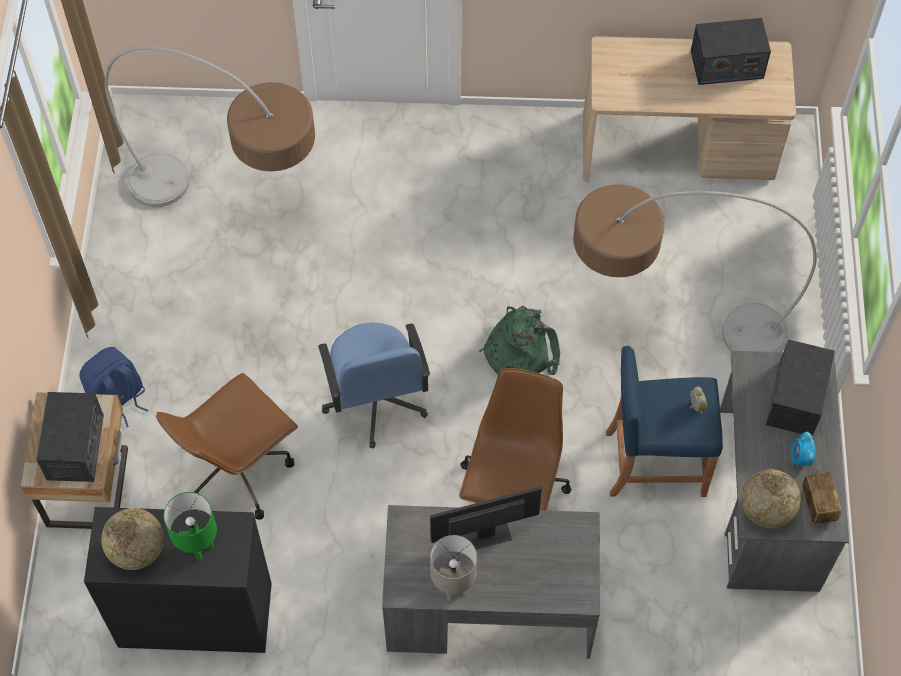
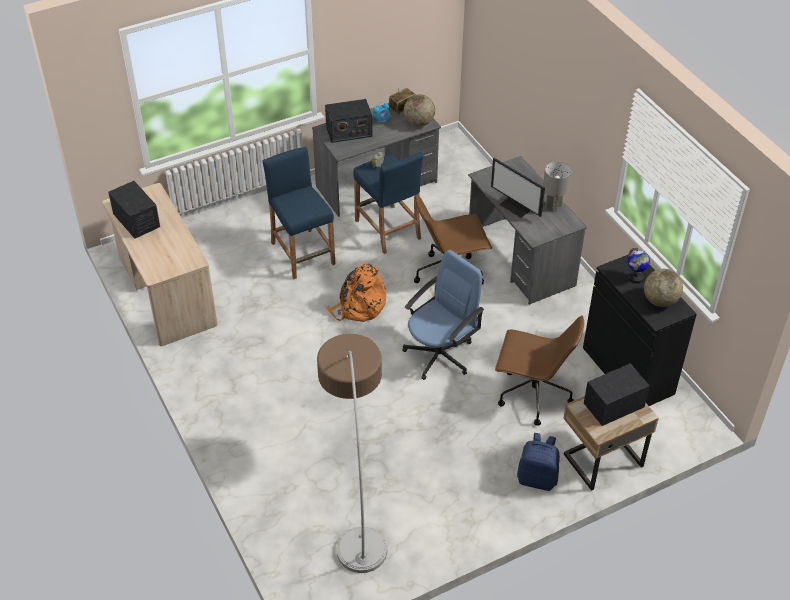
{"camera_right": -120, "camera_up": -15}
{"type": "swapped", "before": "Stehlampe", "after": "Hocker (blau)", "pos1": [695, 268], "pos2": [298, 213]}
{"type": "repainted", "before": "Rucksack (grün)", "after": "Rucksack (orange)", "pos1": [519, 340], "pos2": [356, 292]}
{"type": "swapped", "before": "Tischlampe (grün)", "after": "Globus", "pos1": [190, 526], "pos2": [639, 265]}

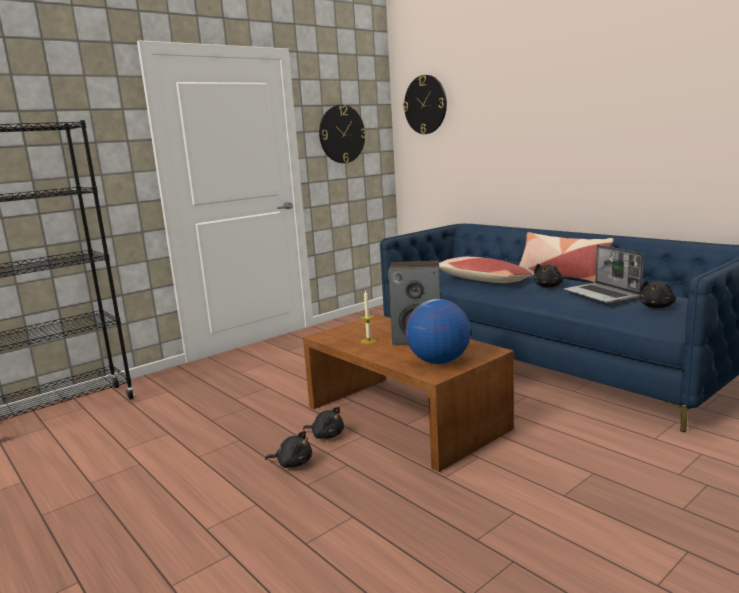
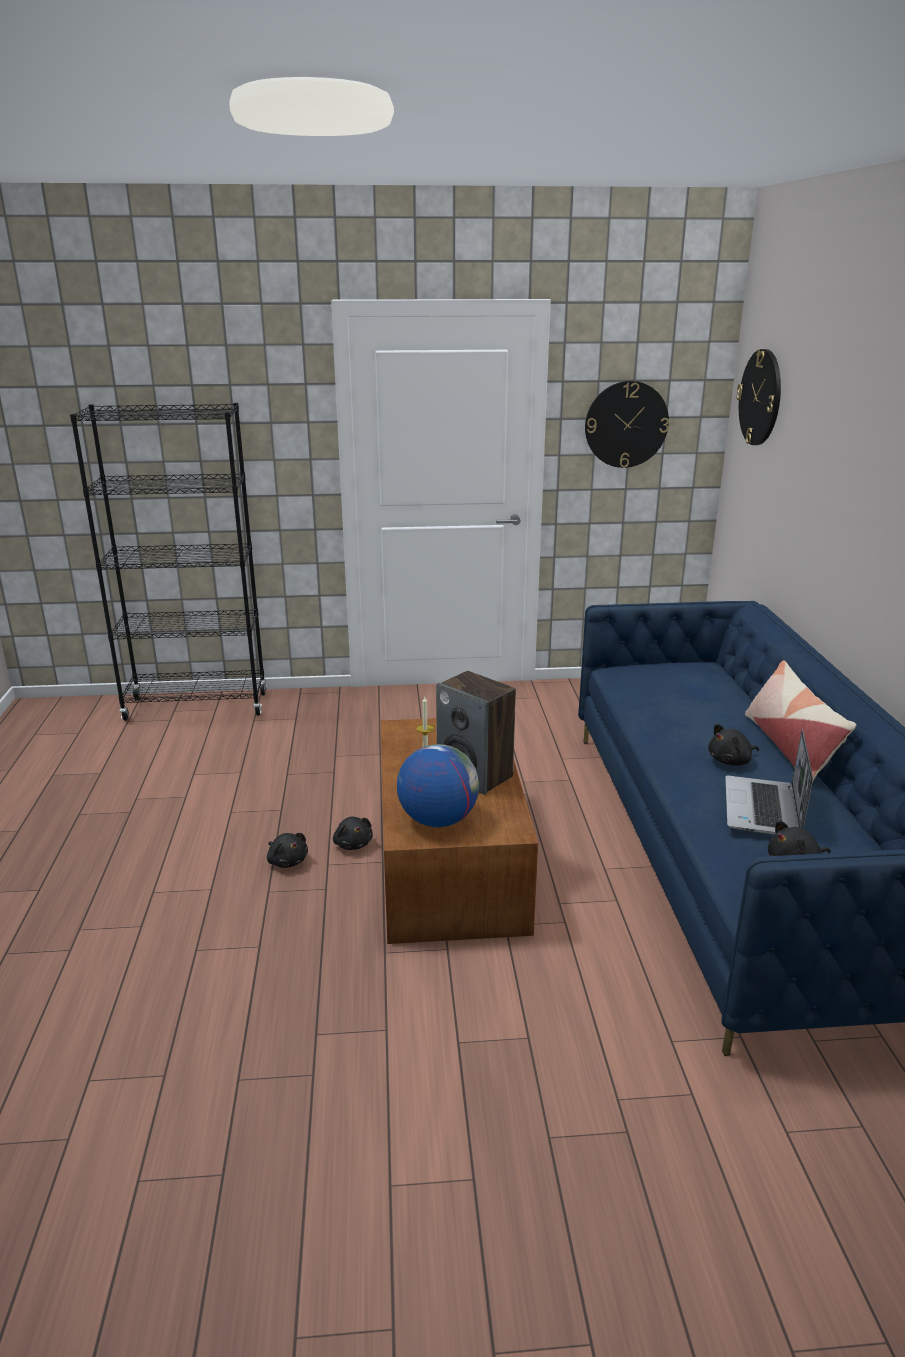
{"camera_right": 35, "camera_up": 10}
{"type": "gone", "before": "Kissen", "pos1": [486, 270]}

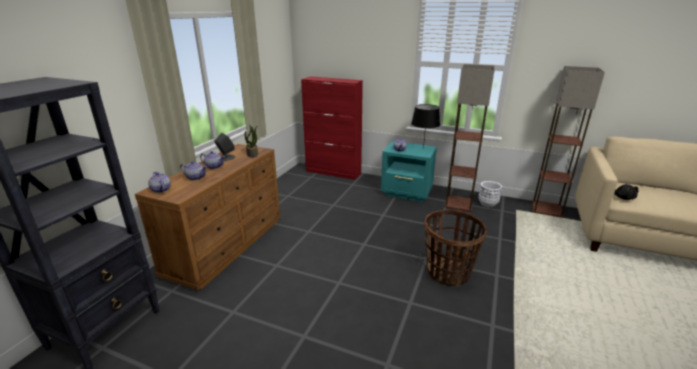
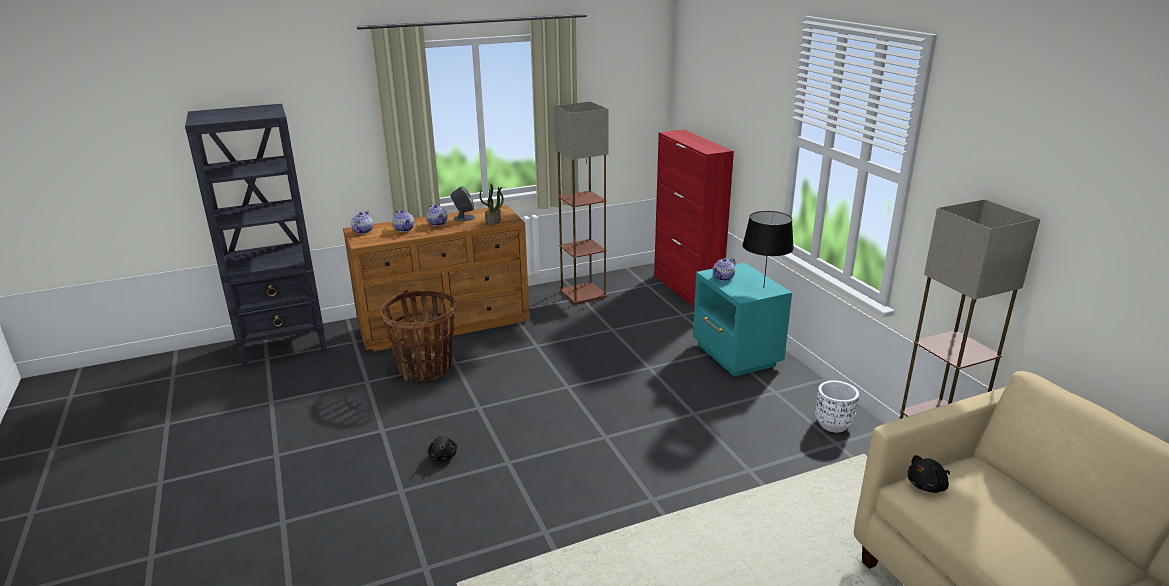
{"camera_right": 45, "camera_up": 0}
{"type": "shifted", "before": "Stehlampe", "pos1": [469, 138], "pos2": [581, 203]}
{"type": "shifted", "before": "Korb", "pos1": [455, 248], "pos2": [418, 335]}
{"type": "new", "after": "Plüschtier (schwarz)", "pos2": [442, 448]}

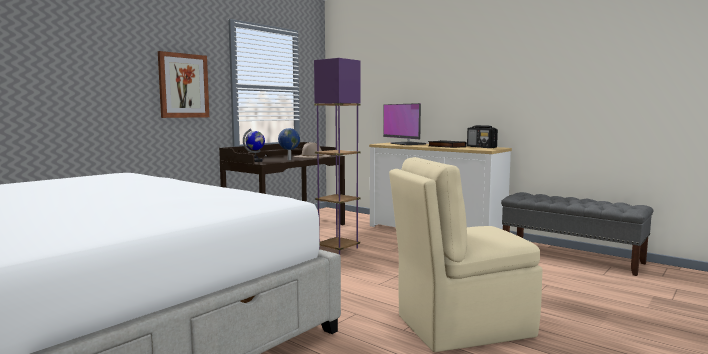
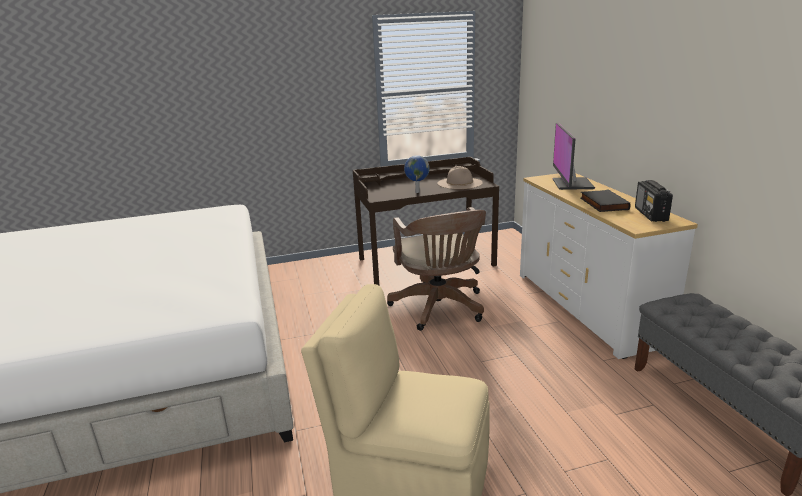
{"camera_right": 35, "camera_up": 15}
{"type": "gone", "before": "Bild", "pos1": [183, 84]}
{"type": "swapped", "before": "Stehlampe (lila)", "after": "Bürostuhl (braun)", "pos1": [337, 156], "pos2": [436, 269]}
{"type": "gone", "before": "Globus", "pos1": [254, 145]}

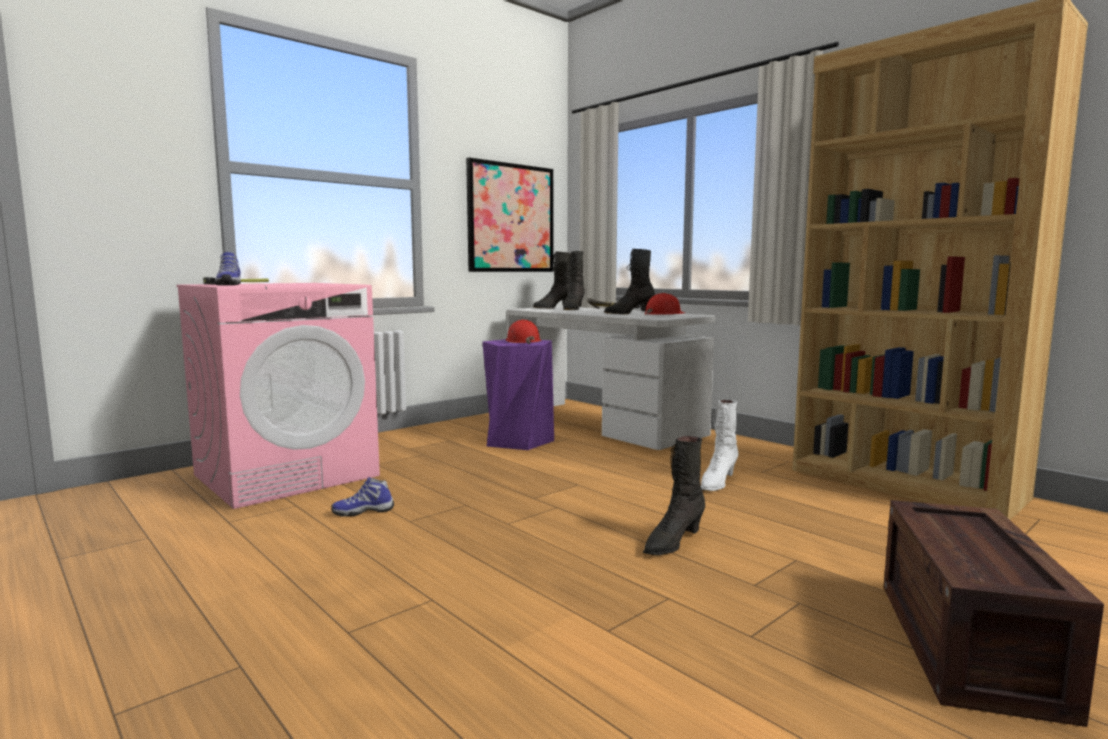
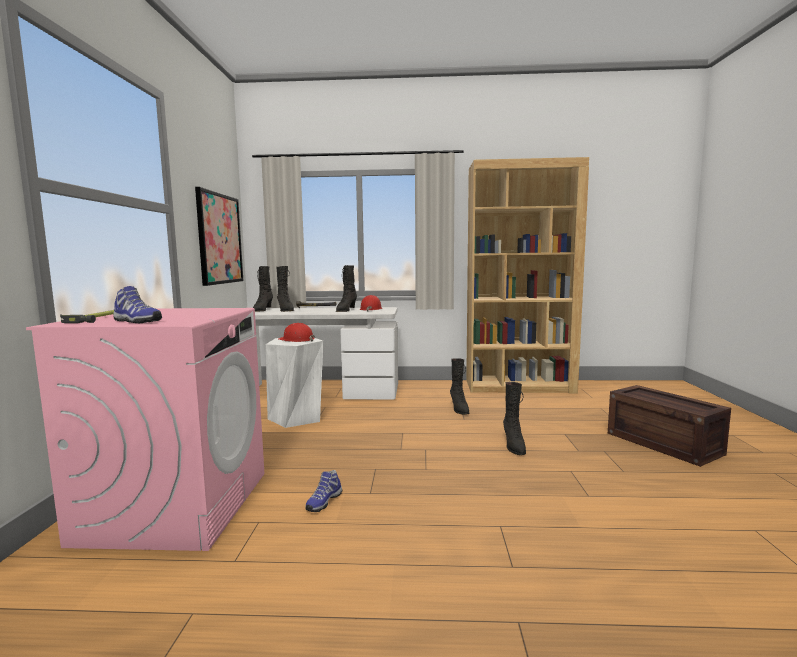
{"camera_right": -45, "camera_up": 0}
{"type": "repainted", "before": "Hocker (lila)", "after": "Hocker (weiß)", "pos1": [518, 394], "pos2": [294, 383]}
{"type": "repainted", "before": "Stiefel (weiß)", "after": "Stiefel (schwarz)", "pos1": [720, 445], "pos2": [459, 386]}

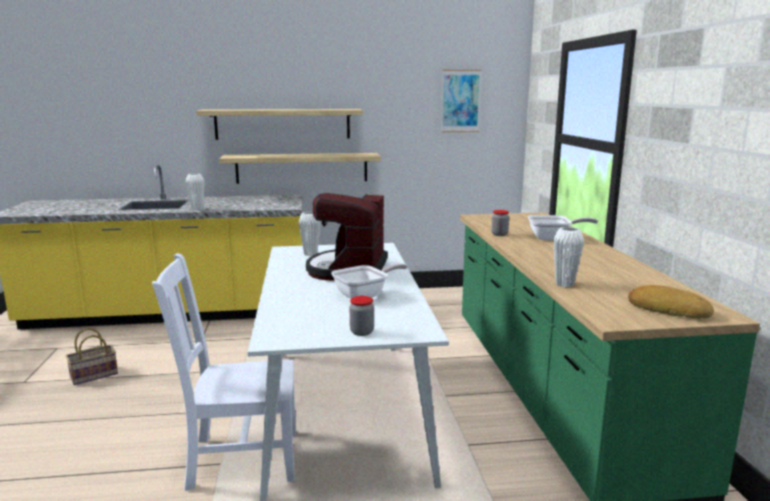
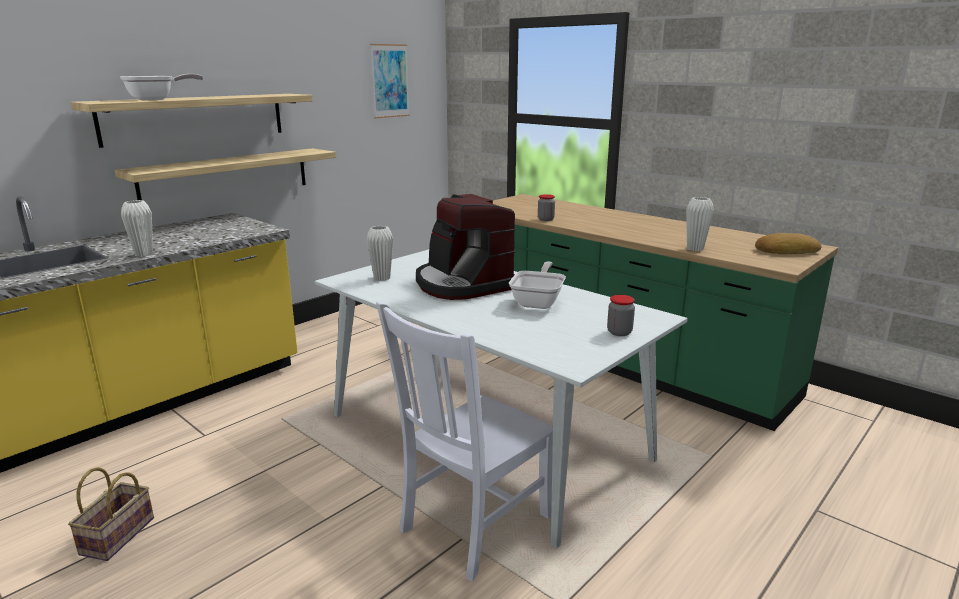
{"camera_right": -40, "camera_up": 5}
{"type": "shifted", "before": "Pfanne", "pos1": [563, 227], "pos2": [161, 87]}

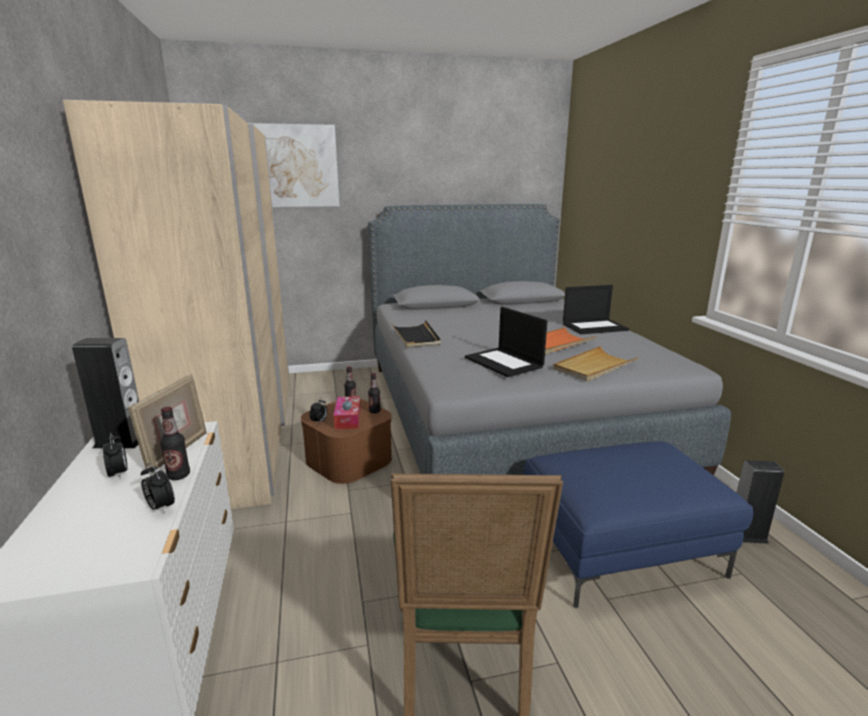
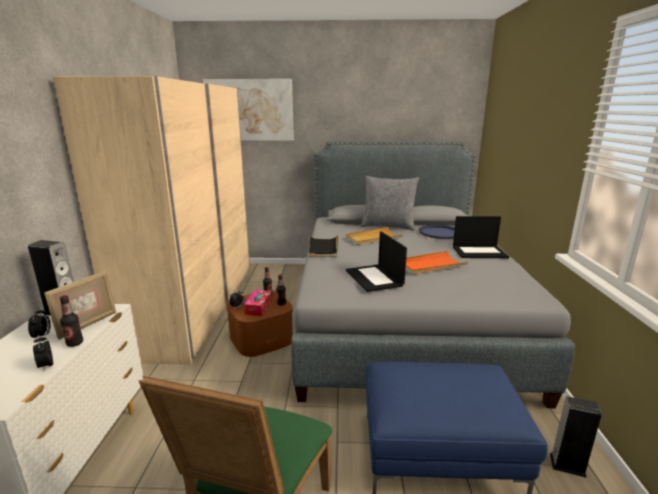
{"camera_right": 15, "camera_up": 0}
{"type": "shifted", "before": "Tablett (beige)", "pos1": [596, 363], "pos2": [374, 236]}
{"type": "new", "after": "Kissen (grau)", "pos2": [390, 203]}
{"type": "new", "after": "Tablett (blau)", "pos2": [437, 232]}

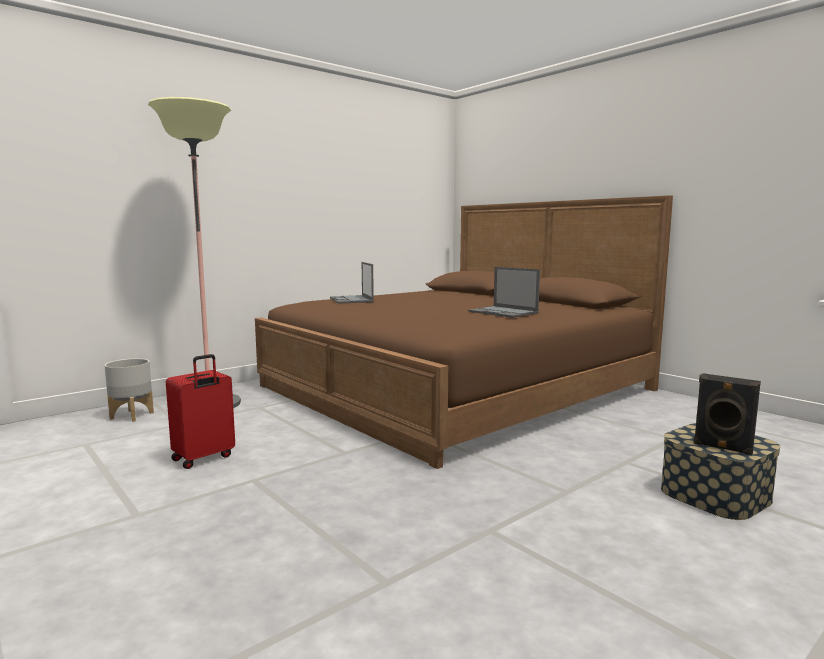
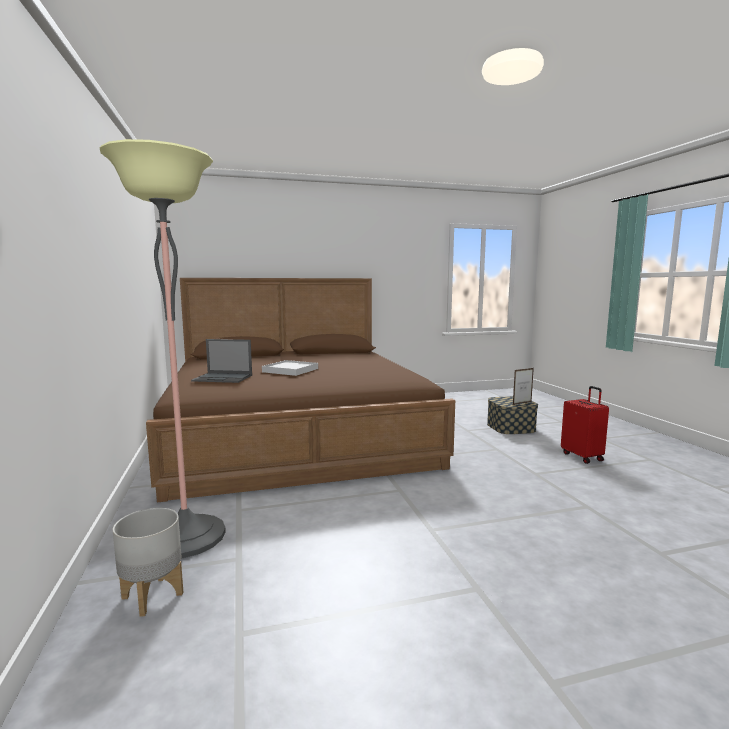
{"camera_right": -65, "camera_up": 0}
{"type": "gone", "before": "Laptop", "pos1": [504, 292]}
{"type": "shifted", "before": "Koffer (rot)", "pos1": [200, 411], "pos2": [585, 425]}
{"type": "swapped", "before": "Lautsprecher (schwarz)", "after": "Bilderrahmen", "pos1": [727, 414], "pos2": [523, 386]}
{"type": "new", "after": "Tablett (weiß)", "pos2": [290, 368]}

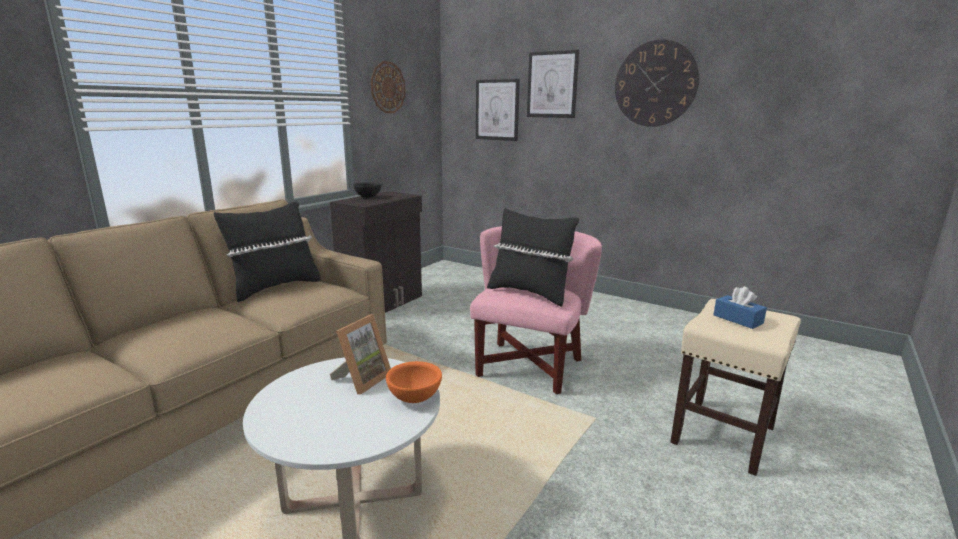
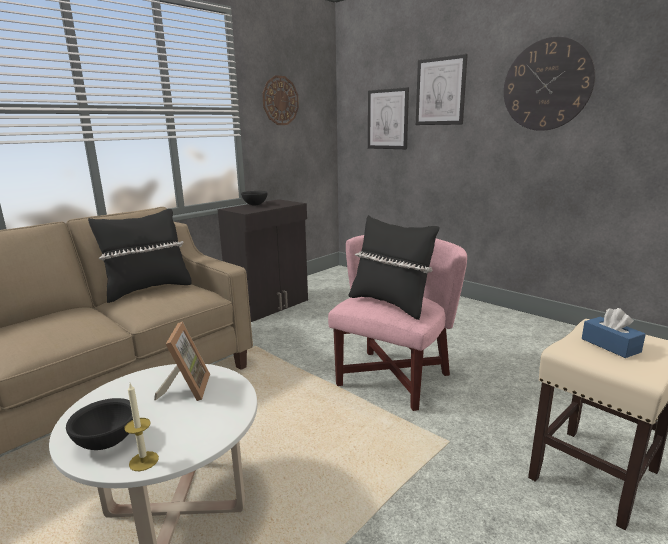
{"camera_right": 10, "camera_up": 0}
{"type": "rotated", "before": "Bilderrahmen", "pos1": [360, 354], "pos2": [182, 361], "turn": -45}
{"type": "gone", "before": "Schüssel (orange)", "pos1": [414, 382]}
{"type": "new", "after": "Kerze", "pos2": [141, 427]}
{"type": "new", "after": "Schüssel (schwarz)", "pos2": [99, 424]}

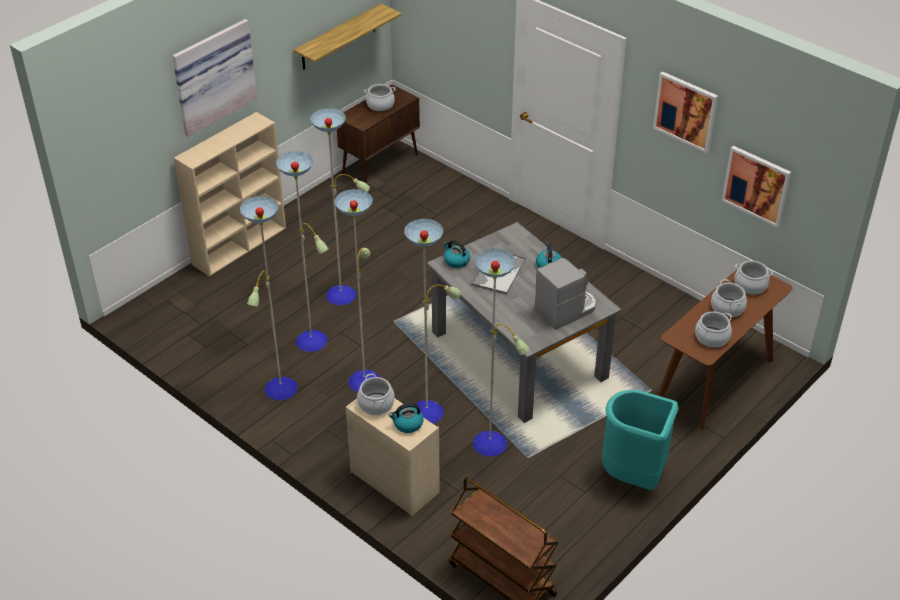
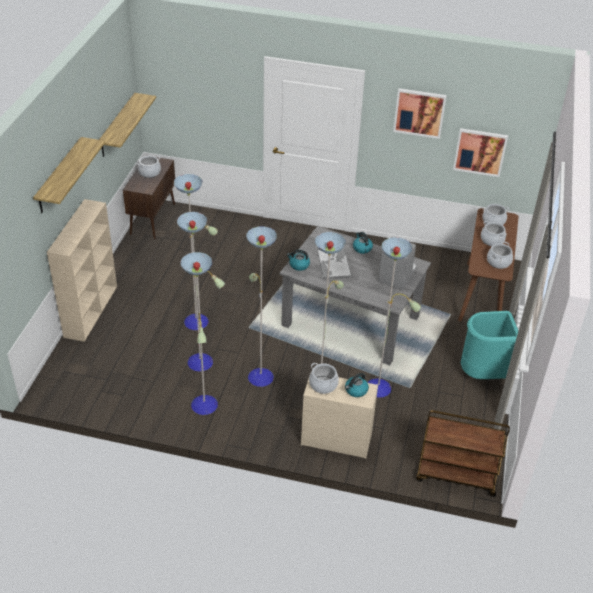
{"camera_right": -30, "camera_up": 0}
{"type": "swapped", "before": "Bild", "after": "Wandregal", "pos1": [214, 77], "pos2": [69, 175]}

